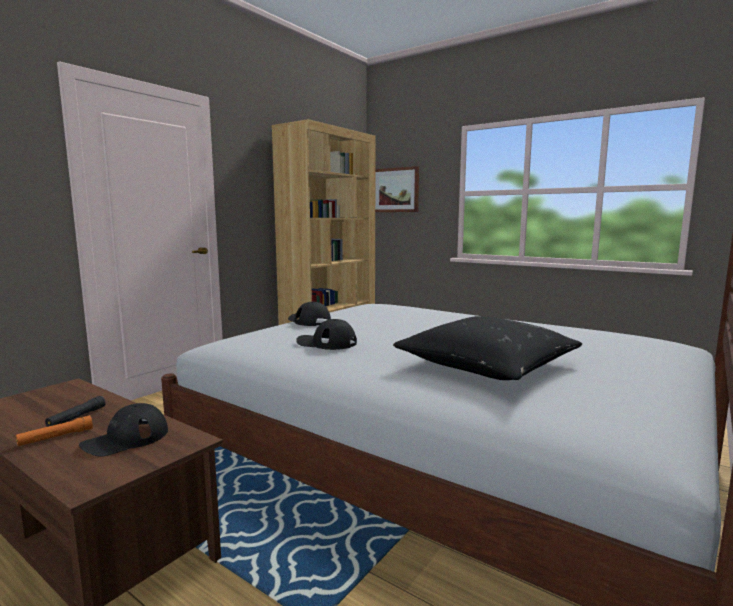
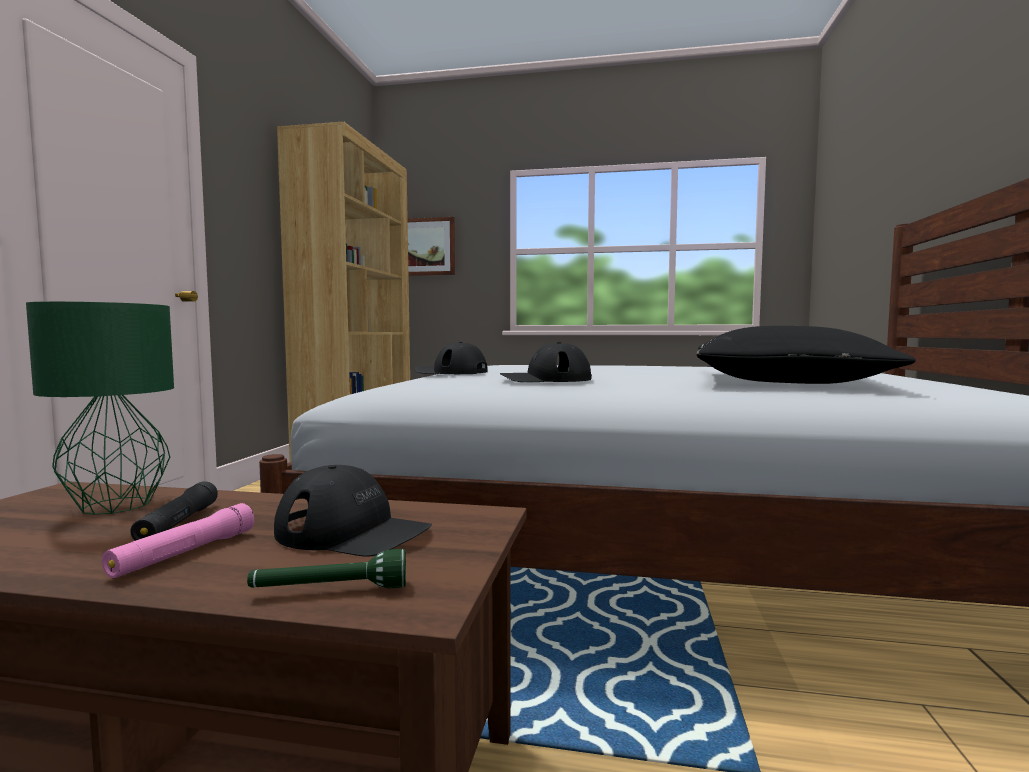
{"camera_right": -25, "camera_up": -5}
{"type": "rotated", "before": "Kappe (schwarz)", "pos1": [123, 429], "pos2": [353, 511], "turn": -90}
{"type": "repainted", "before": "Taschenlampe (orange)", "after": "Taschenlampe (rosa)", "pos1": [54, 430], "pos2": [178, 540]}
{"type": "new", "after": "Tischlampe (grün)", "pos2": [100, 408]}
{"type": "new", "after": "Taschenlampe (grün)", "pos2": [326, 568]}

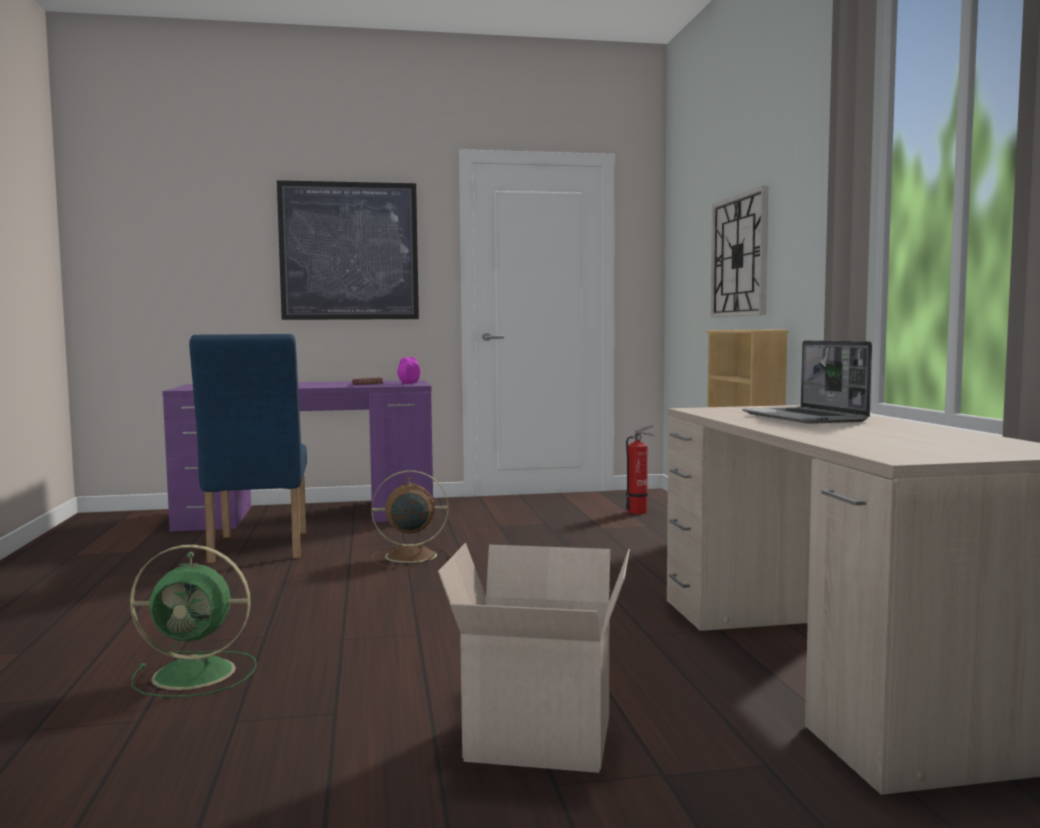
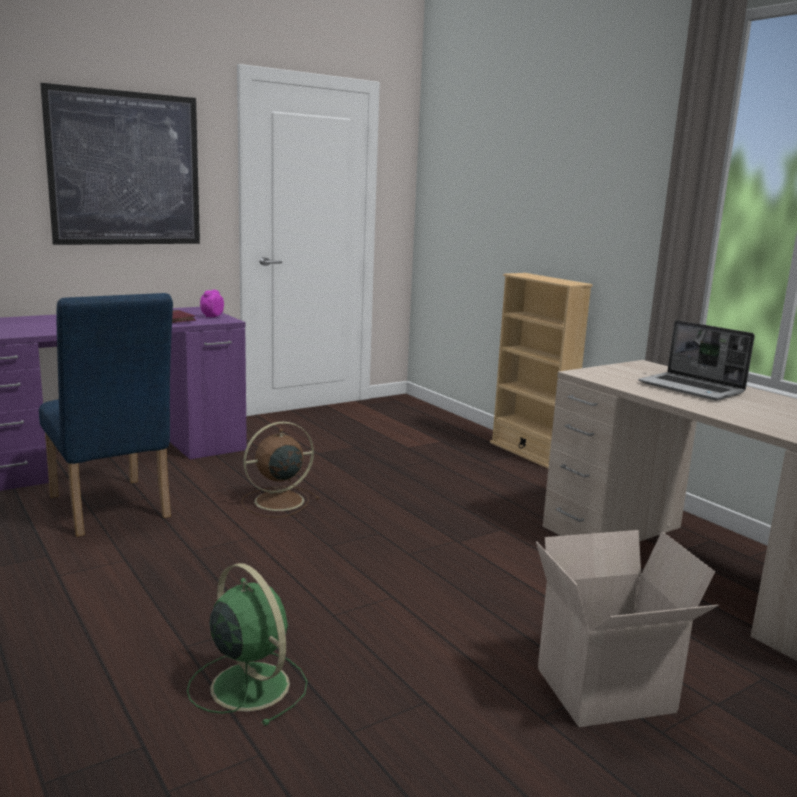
{"camera_right": -25, "camera_up": 10}
{"type": "gone", "before": "Wanduhr", "pos1": [739, 251]}
{"type": "gone", "before": "Feuerlöscher", "pos1": [640, 469]}
{"type": "rotated", "before": "Ventilator (grün)", "pos1": [193, 621], "pos2": [247, 644], "turn": -105}

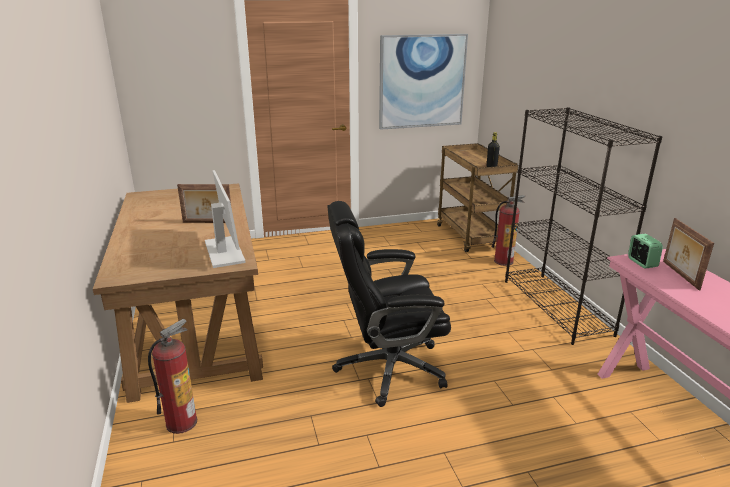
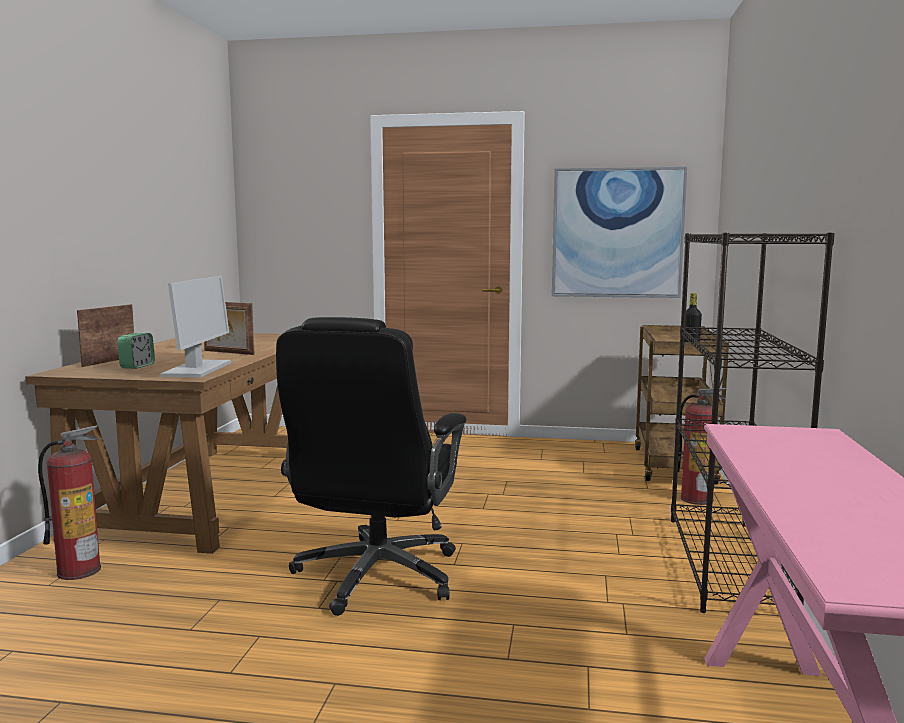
{"camera_right": 25, "camera_up": -15}
{"type": "rotated", "before": "Bürostuhl (schwarz)", "pos1": [389, 304], "pos2": [371, 466], "turn": -90}
{"type": "shifted", "before": "Bilderrahmen", "pos1": [688, 254], "pos2": [105, 335]}
{"type": "shifted", "before": "Wecker", "pos1": [645, 251], "pos2": [136, 351]}

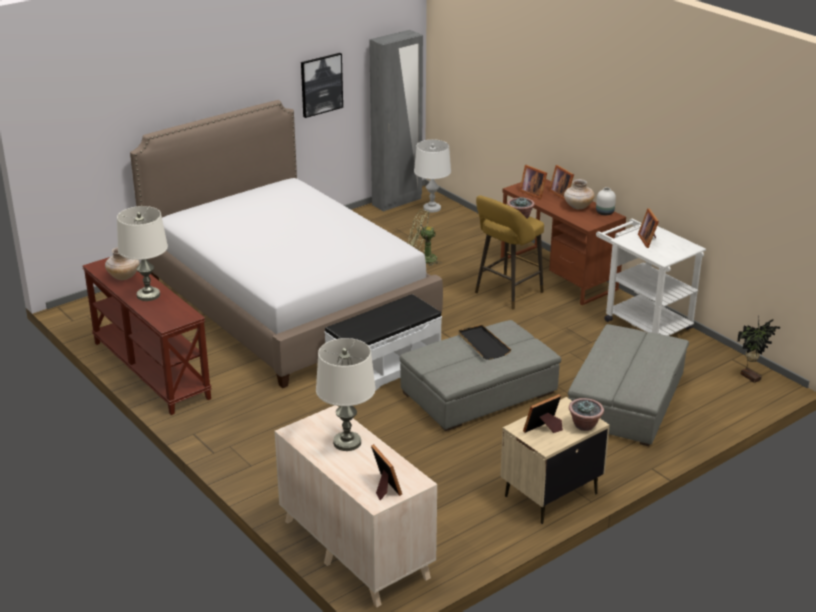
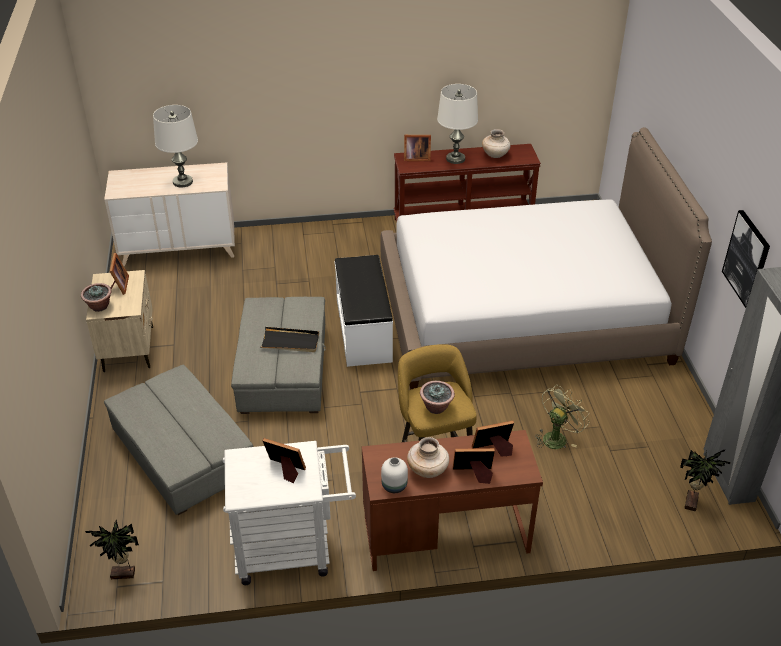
{"camera_right": 120, "camera_up": 10}
{"type": "swapped", "before": "Tischlampe (weiß)", "after": "Topfpflanze", "pos1": [432, 176], "pos2": [705, 480]}
{"type": "shifted", "before": "Bilderrahmen", "pos1": [386, 472], "pos2": [417, 148]}

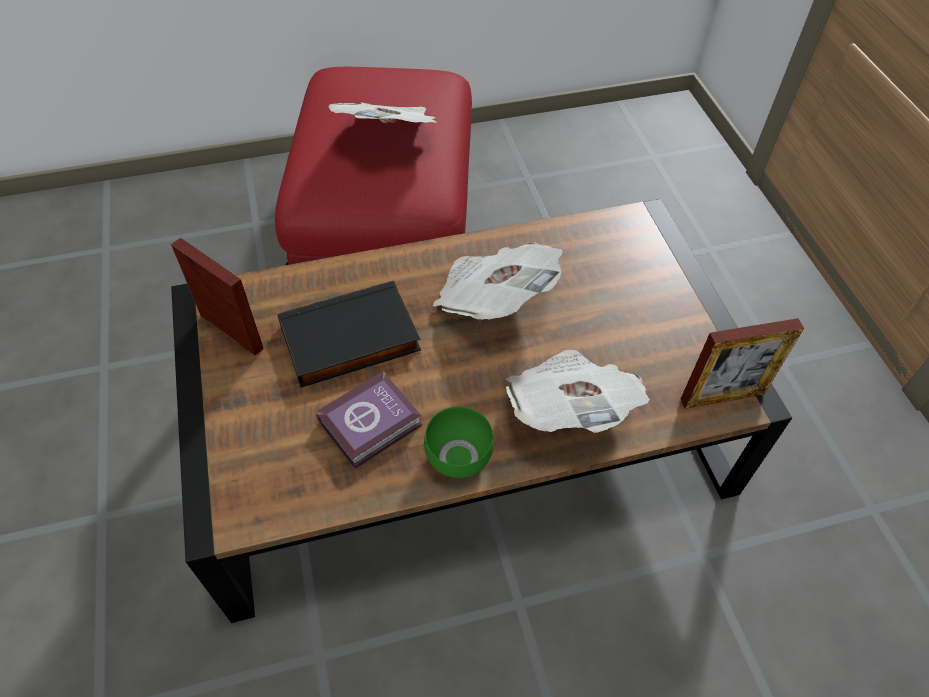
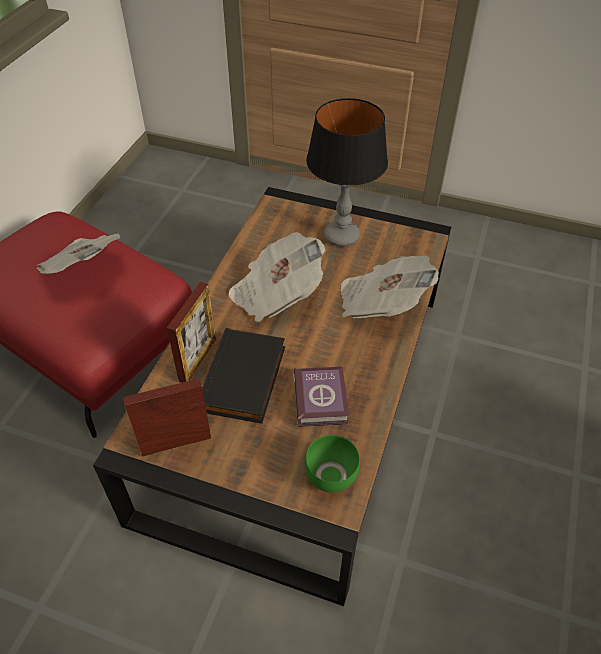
{"camera_right": -55, "camera_up": -5}
{"type": "shifted", "before": "Bilderrahmen", "pos1": [742, 363], "pos2": [191, 332]}
{"type": "shifted", "before": "Schüssel (grün)", "pos1": [459, 442], "pos2": [332, 464]}
{"type": "new", "after": "Tischlampe", "pos2": [347, 172]}

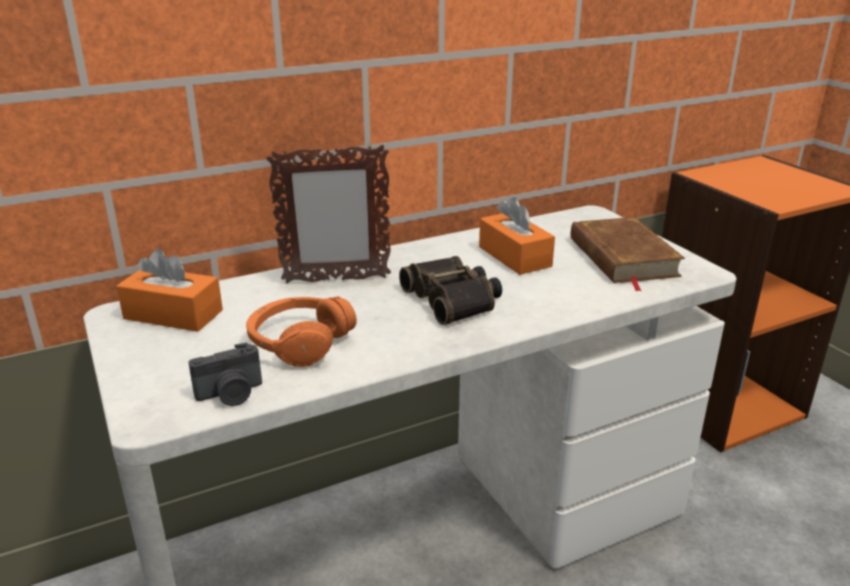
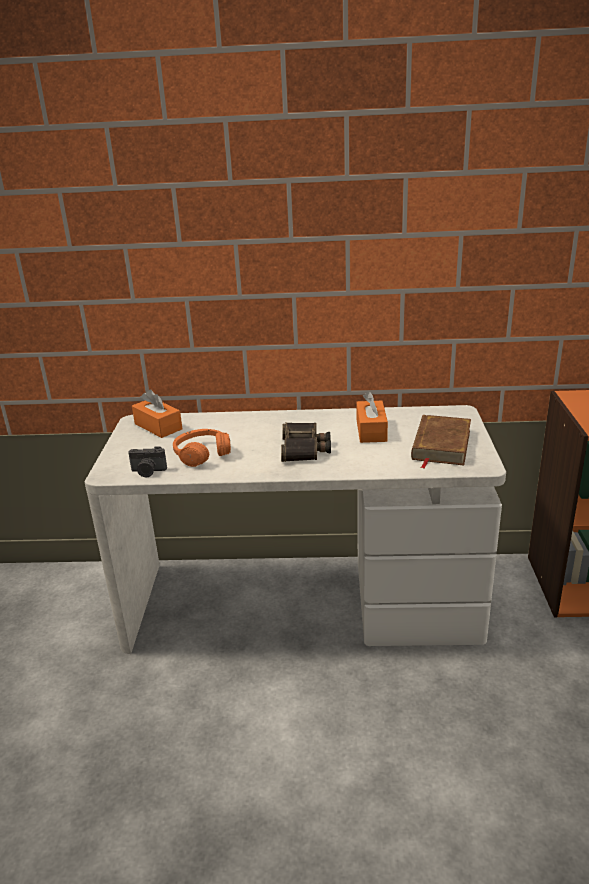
{"camera_right": 30, "camera_up": 0}
{"type": "gone", "before": "Bilderrahmen", "pos1": [328, 214]}

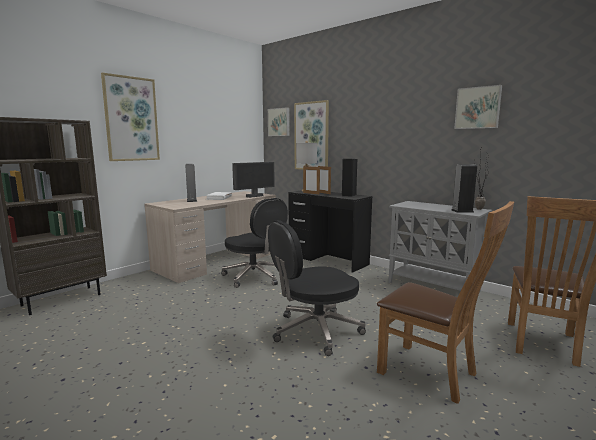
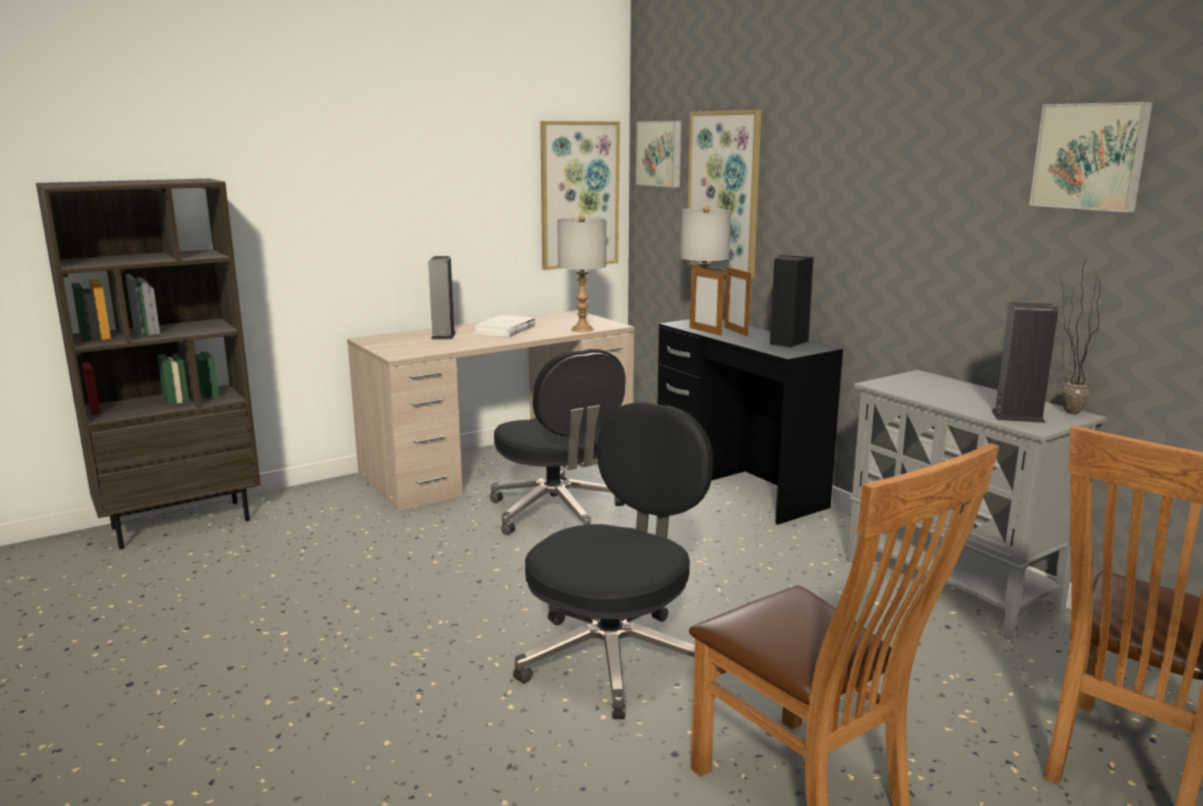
{"camera_right": 15, "camera_up": 5}
{"type": "shifted", "before": "Bild", "pos1": [130, 117], "pos2": [580, 195]}
{"type": "swapped", "before": "Monitor", "after": "Tischlampe (grau)", "pos1": [253, 180], "pos2": [581, 273]}
{"type": "rotated", "before": "Bürostuhl (schwarz)", "pos1": [317, 288], "pos2": [613, 560], "turn": 135}

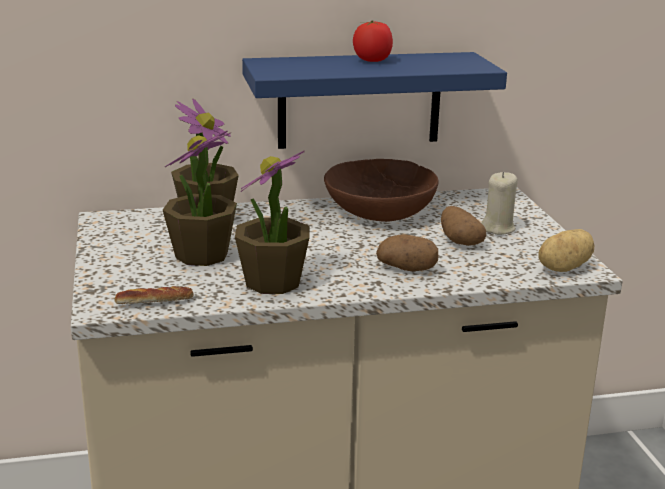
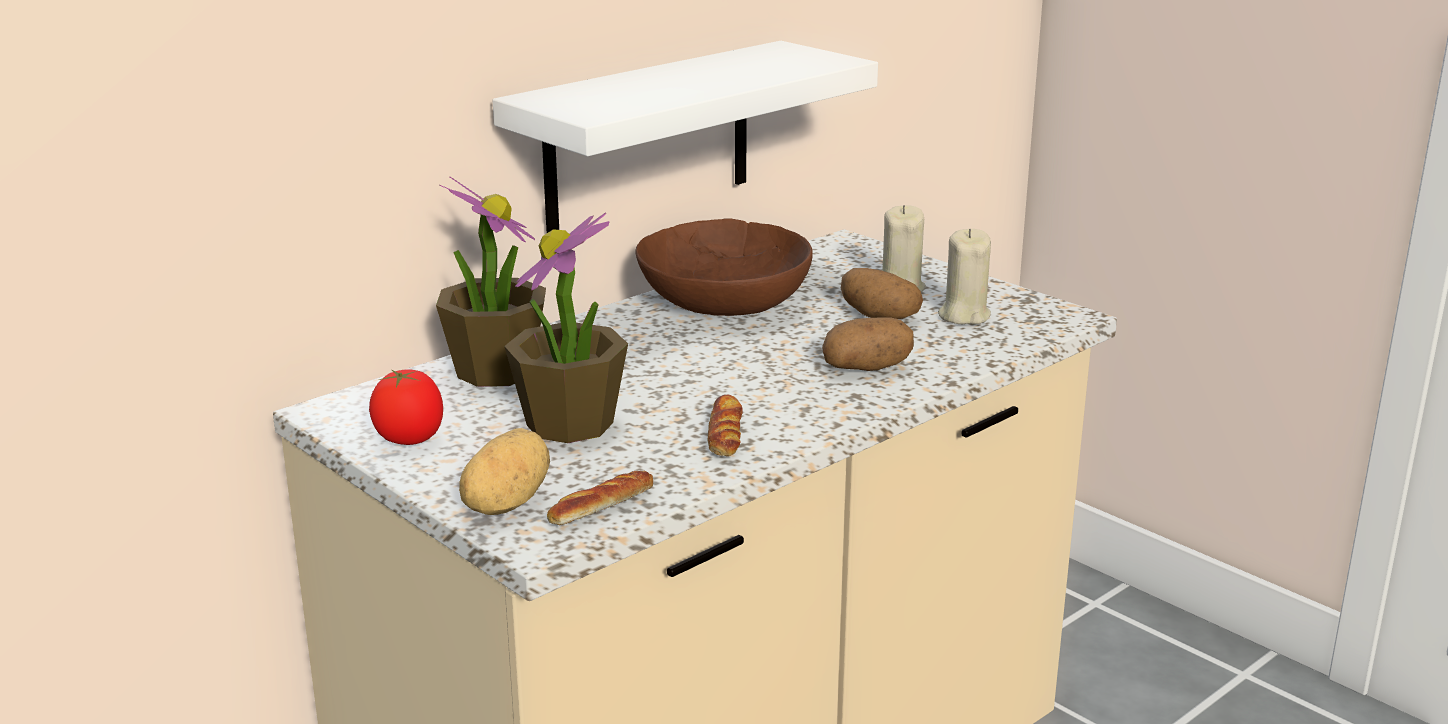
{"camera_right": -30, "camera_up": 0}
{"type": "shifted", "before": "Tomate", "pos1": [373, 41], "pos2": [406, 407]}
{"type": "repainted", "before": "Wandregal (blau)", "after": "Wandregal (weiß)", "pos1": [374, 100], "pos2": [685, 137]}
{"type": "swapped", "before": "Topfpflanze", "after": "Brot", "pos1": [272, 222], "pos2": [725, 425]}
{"type": "shifted", "before": "Kartoffel", "pos1": [566, 250], "pos2": [504, 471]}
{"type": "new", "after": "Kerze (beige)", "pos2": [964, 276]}

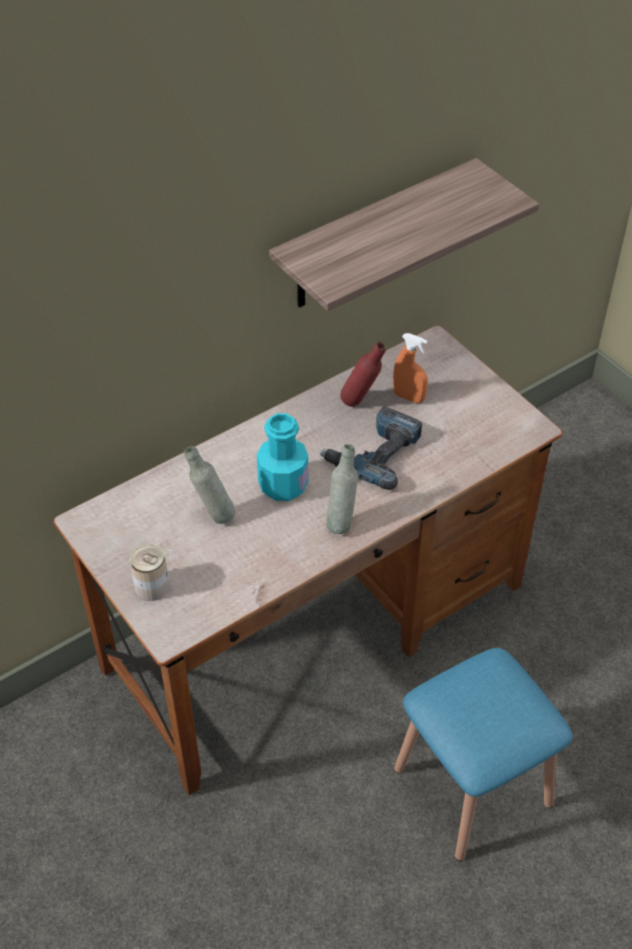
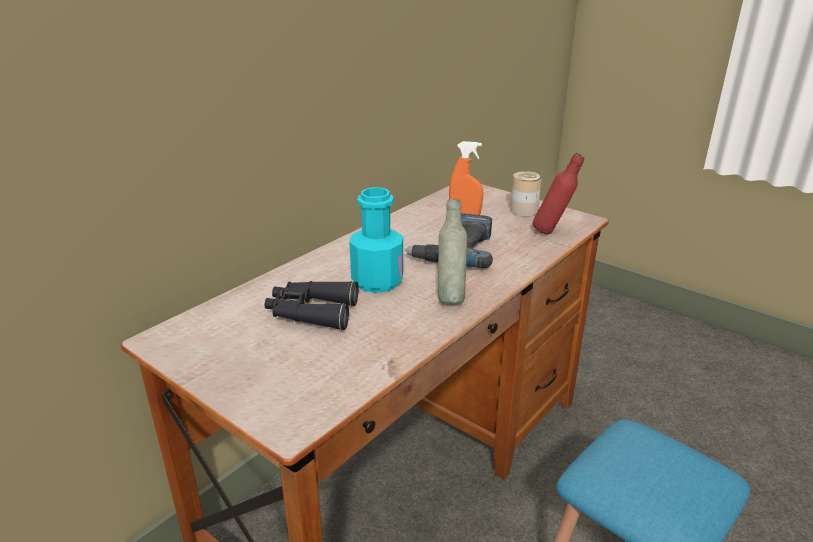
{"camera_right": -15, "camera_up": -20}
{"type": "gone", "before": "Wandregal", "pos1": [404, 234]}
{"type": "shifted", "before": "Flasche (rot)", "pos1": [363, 374], "pos2": [558, 193]}
{"type": "swapped", "before": "Flasche (grau)", "after": "Fernglas (schwarz)", "pos1": [209, 485], "pos2": [312, 305]}
{"type": "shifted", "before": "Dose", "pos1": [149, 572], "pos2": [526, 194]}

